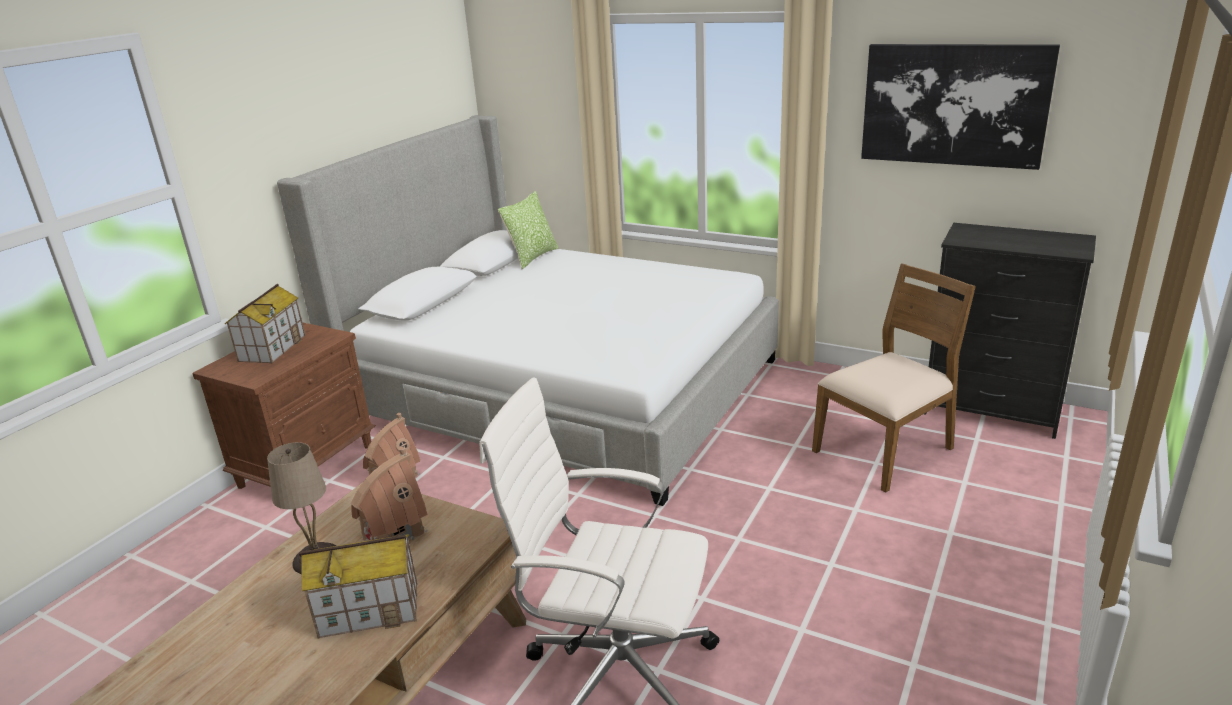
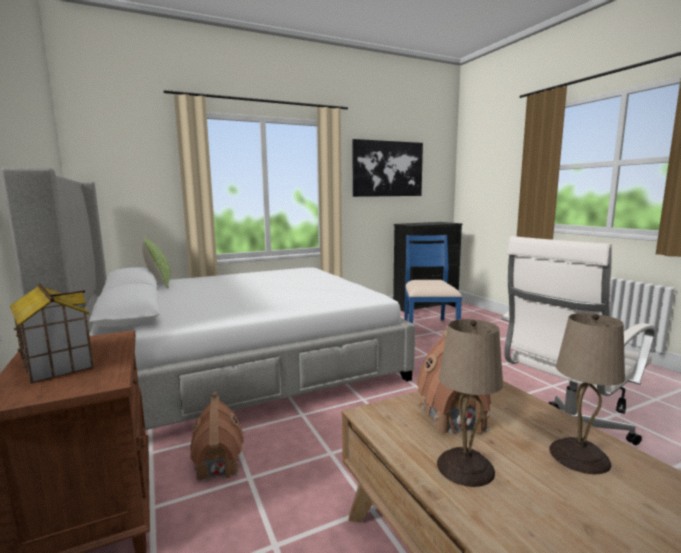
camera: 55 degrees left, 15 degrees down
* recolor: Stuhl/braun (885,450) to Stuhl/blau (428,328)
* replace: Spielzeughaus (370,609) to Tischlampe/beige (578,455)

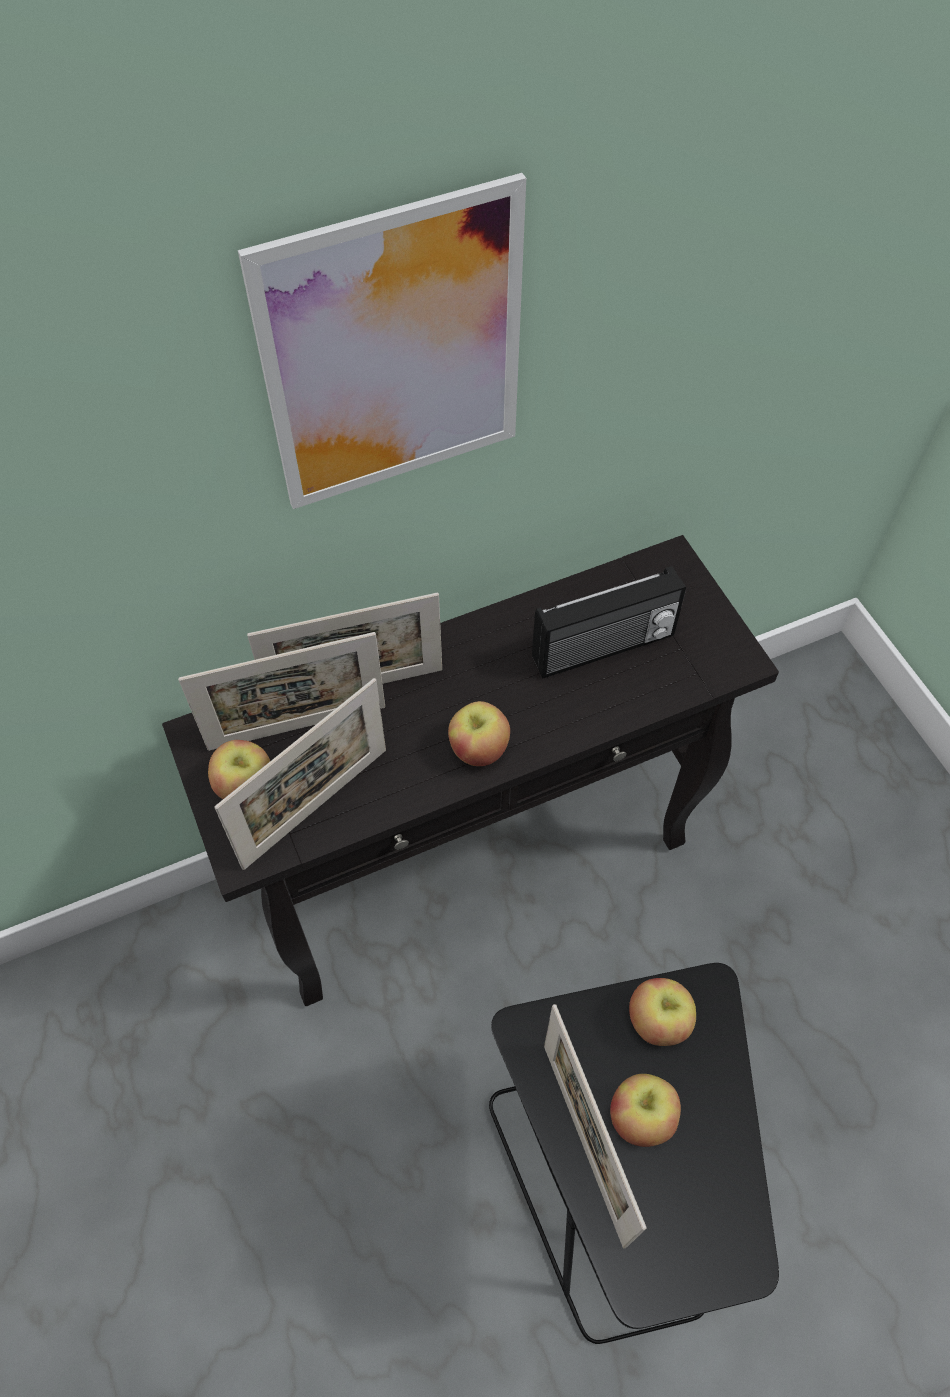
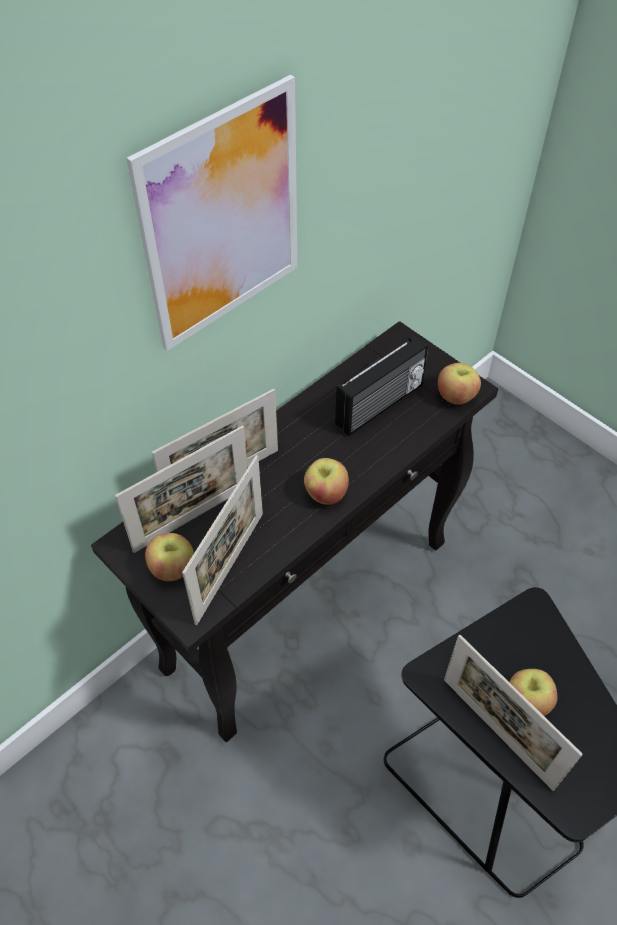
camera: 20 degrees left, 5 degrees down
* move: Apfel (658,1021) to (456,396)

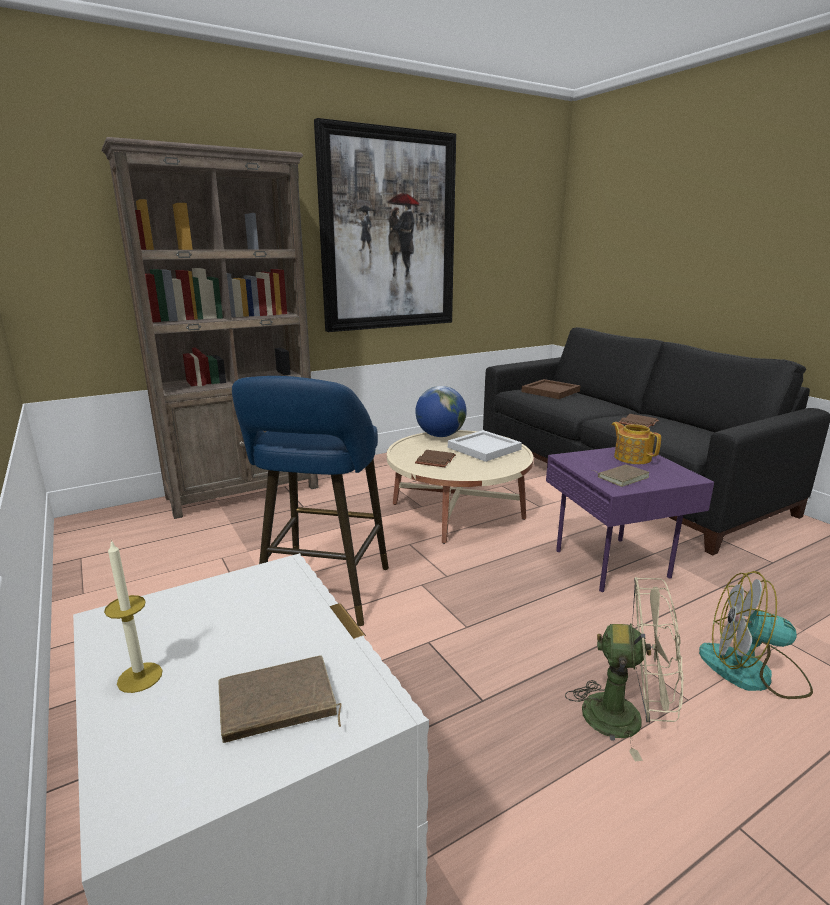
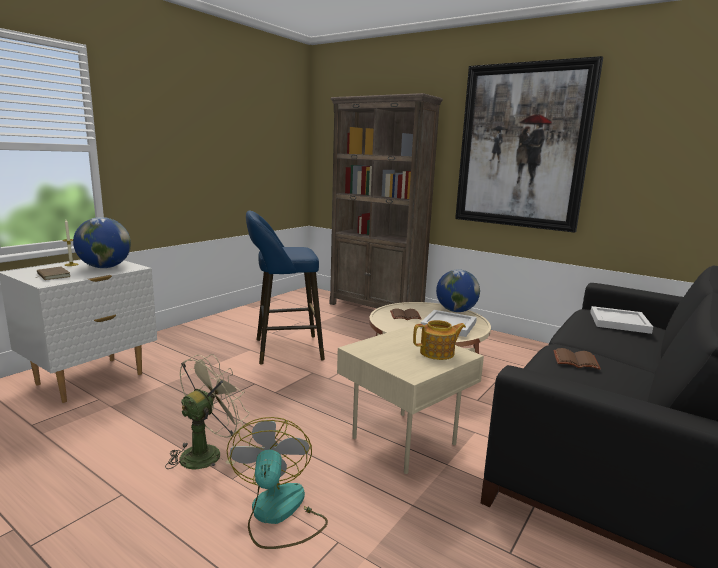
camera: 65 degrees right, 5 degrees down
* recolor: Tablett/braun (551,391) to Tablett/weiß (620,322)
* rotate: Teekanne (632,457) = (438,353) 45 degrees clockwise
* recolor: Beistelltisch/lila (615,564) to Beistelltisch/beige (404,443)
* delete: Buch/braun (621,477)
* rotate: Ventilator/beige (626,717) = (207,452) 135 degrees counterclockwise
* insert: Globus (105,267)

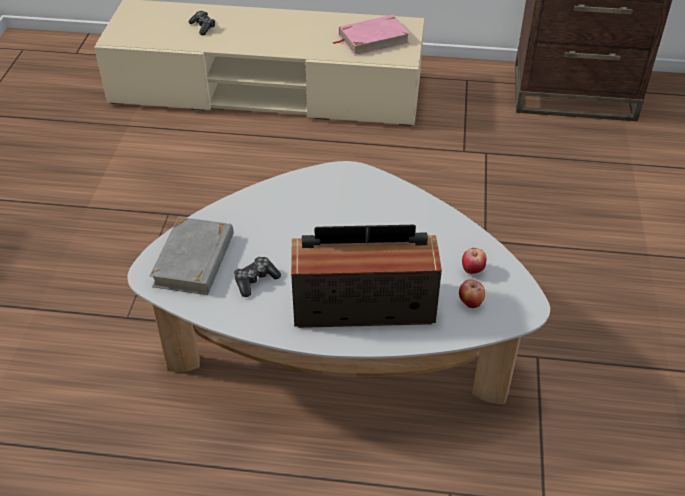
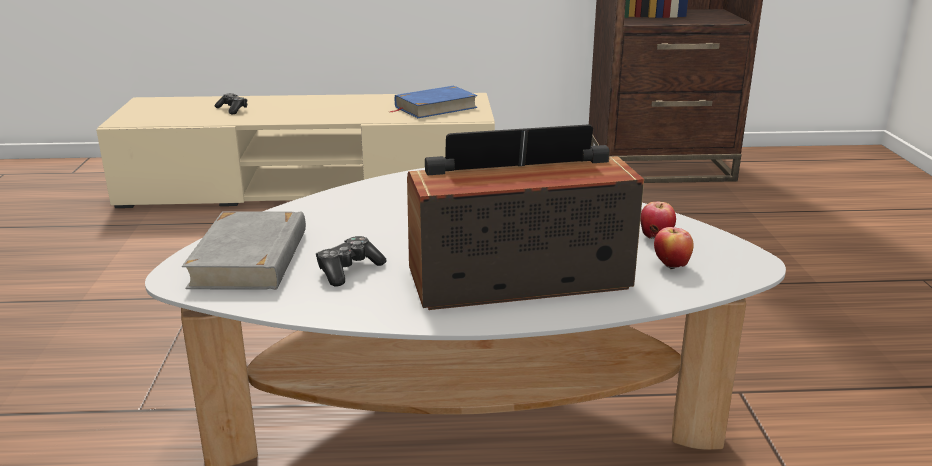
camera: 10 degrees left, 20 degrees down
* recolor: Buch/rosa (373,39) to Buch/blau (435,107)

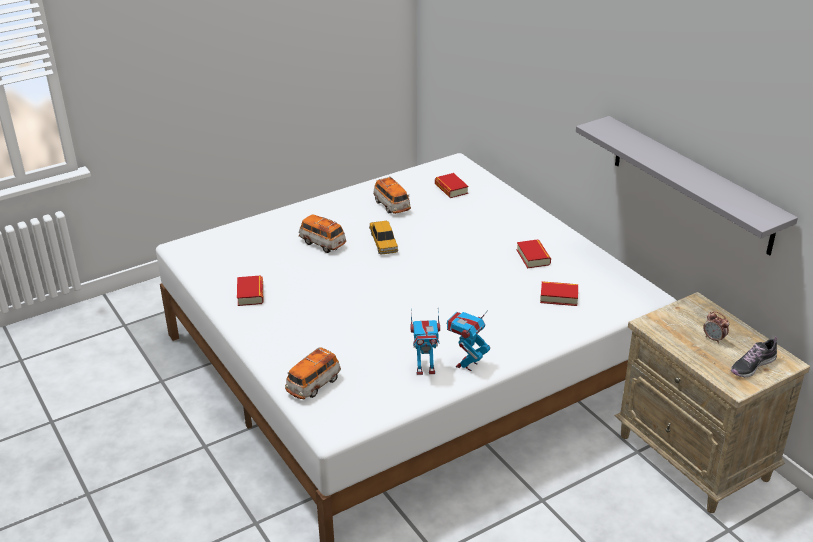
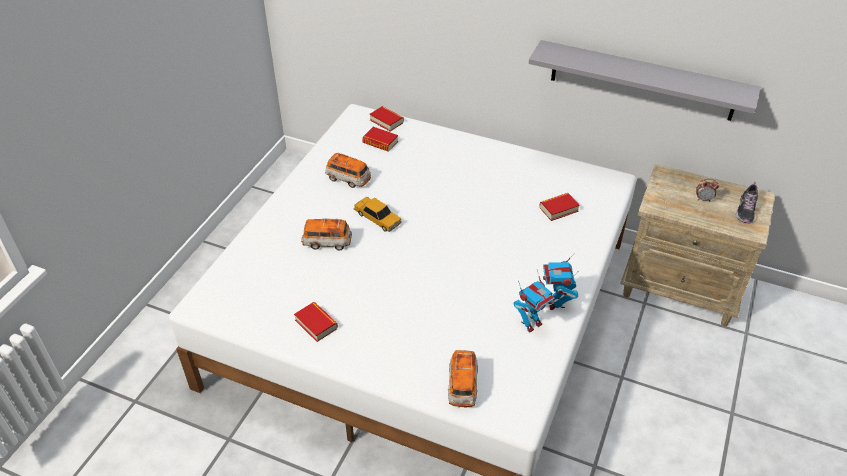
camera: 35 degrees left, 10 degrees up
* move: Buch (533,257) to (386,121)

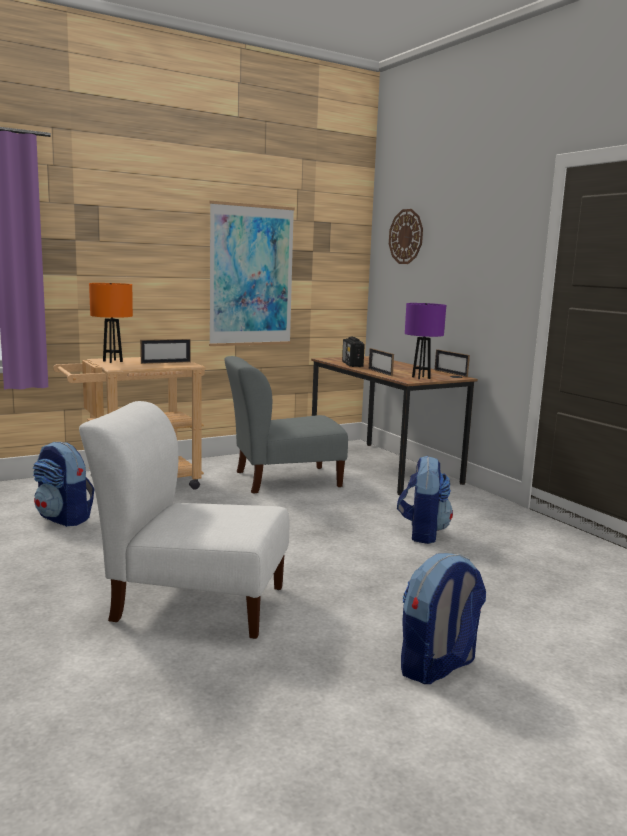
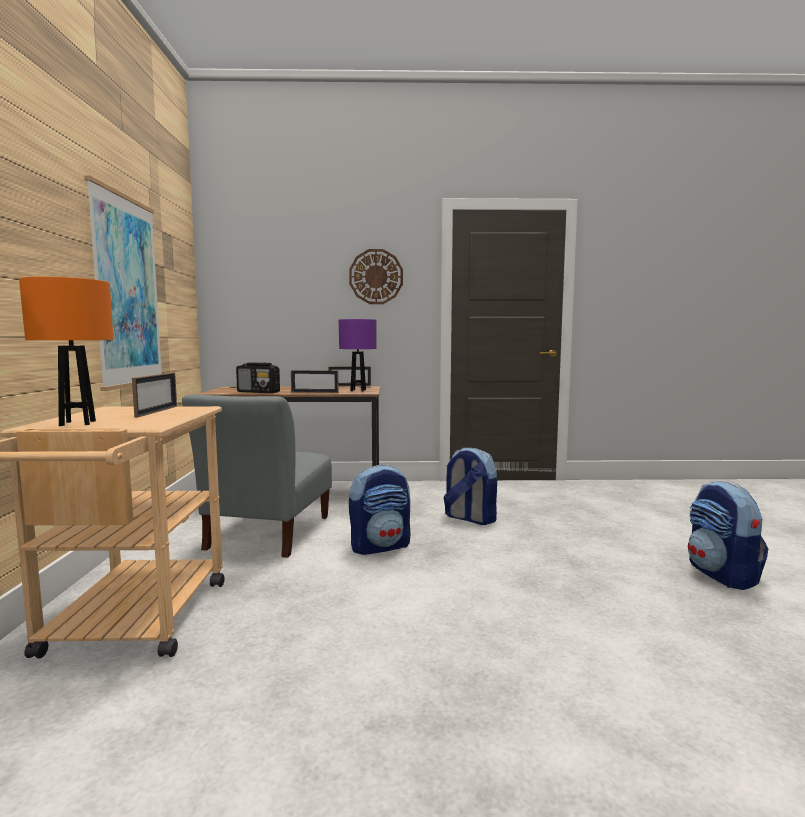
camera: 60 degrees left, 5 degrees down
* move: Wanduhr (406,236) to (376,276)
* delete: Stuhl/weiß (192,602)
* move: Rucksack (64,518) to (380,546)

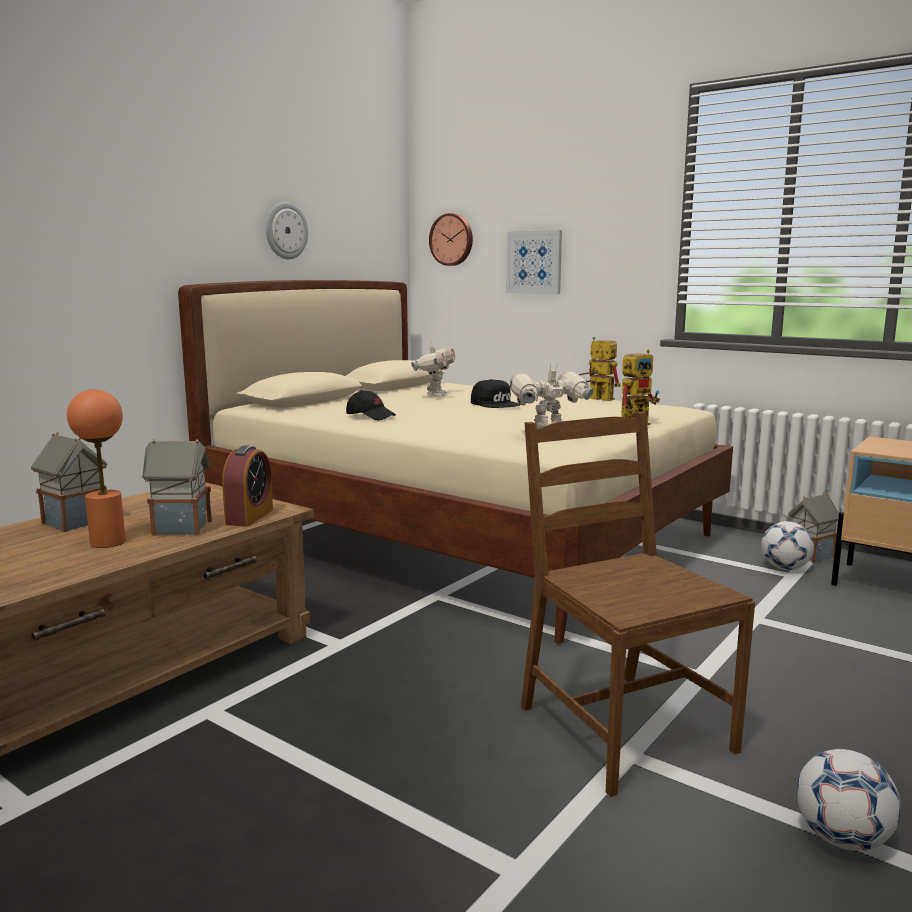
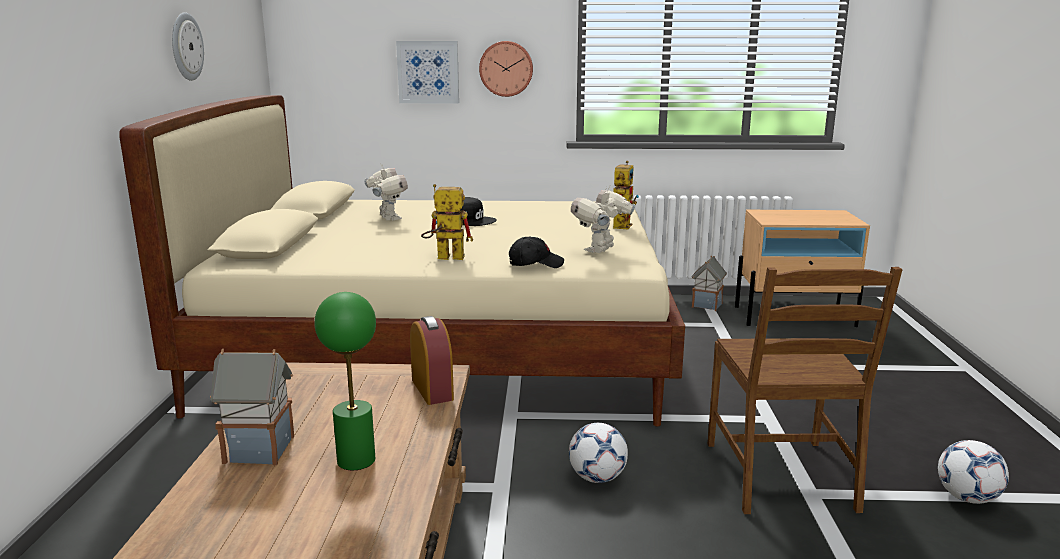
camera: 35 degrees left, 5 degrees up
* move: Wanduhr (452,239) to (506,68)
* move: Spielzeugroboter (596,399) to (444,258)
* recolor: Tischlampe/orange (108,542) to Tischlampe/grün (356,460)
* move: Kappe/schwarz (371,416) to (535,264)
* rotate: Stuhl/braun (621,728) = (782,476) 120 degrees counterclockwise
* delete: Spielzeughaus (180,528)
* move: Fußball (785,568) to (597,478)

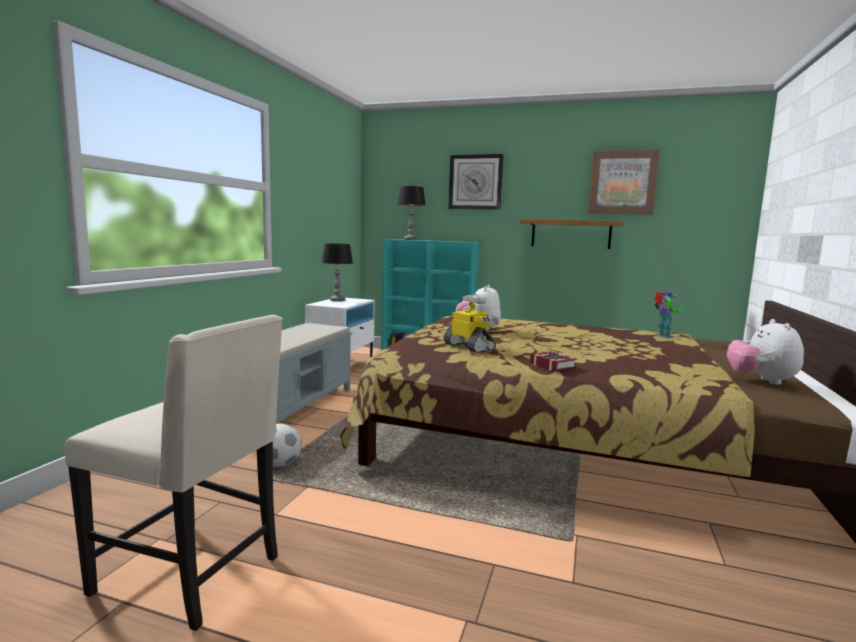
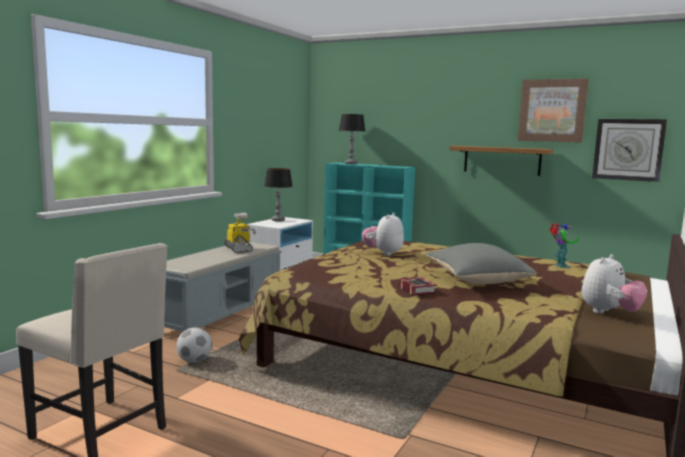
camera: 10 degrees right, 0 degrees up
* move: Wanduhr (475,182) to (628,149)
* move: Spielzeugroboter (470,347) to (239,249)
* rotate: Plüschtier (761,381) = (609,313) 150 degrees counterclockwise
* insert: Kissen/grau (475,281)

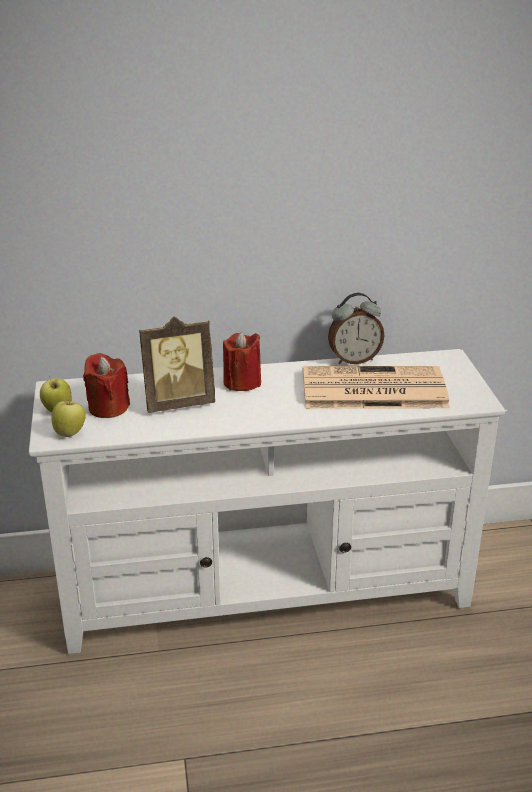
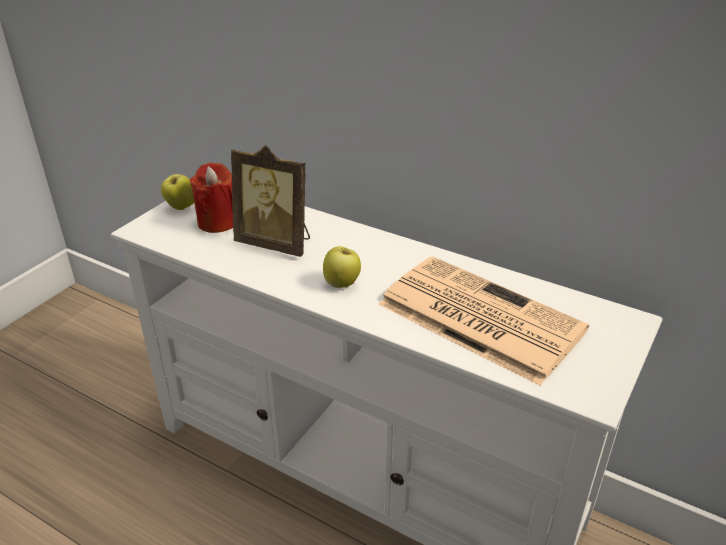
camera: 40 degrees right, 5 degrees up
* delete: Wecker (354,360)
* delete: Kerze/rot (242,382)
* move: Apfel (70,433) to (342,284)

